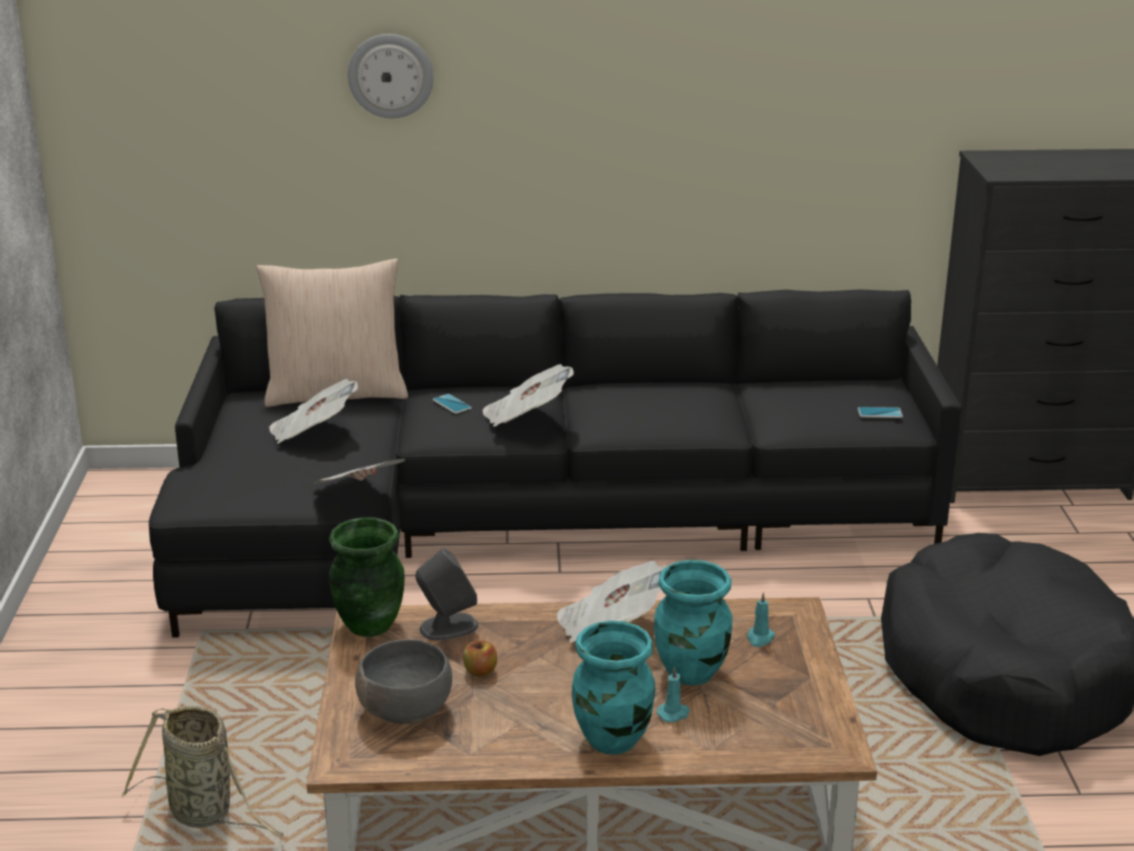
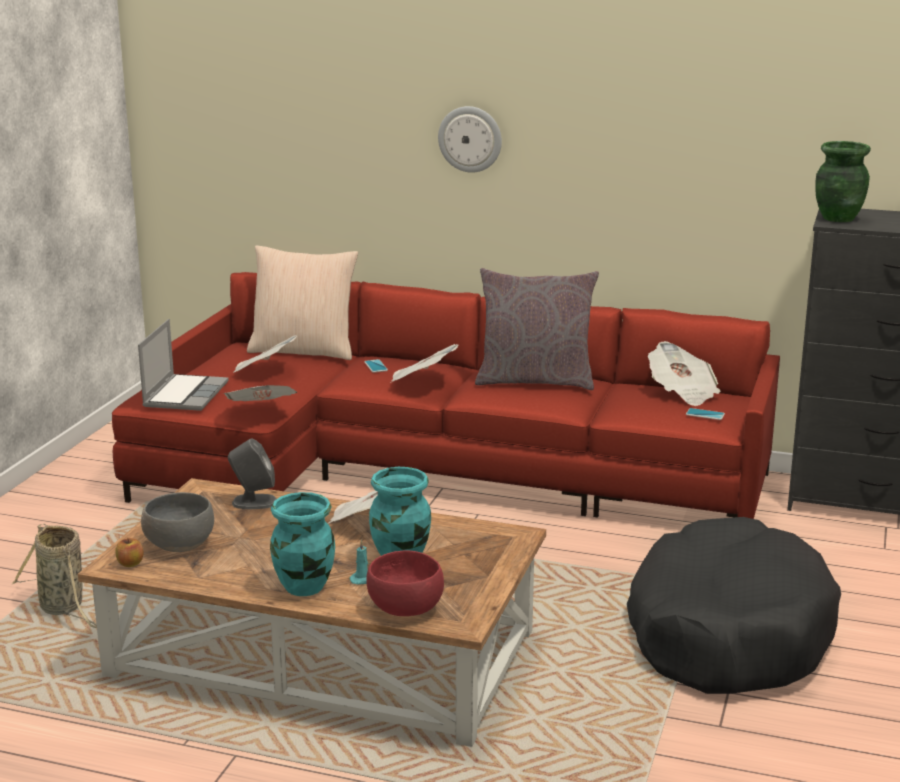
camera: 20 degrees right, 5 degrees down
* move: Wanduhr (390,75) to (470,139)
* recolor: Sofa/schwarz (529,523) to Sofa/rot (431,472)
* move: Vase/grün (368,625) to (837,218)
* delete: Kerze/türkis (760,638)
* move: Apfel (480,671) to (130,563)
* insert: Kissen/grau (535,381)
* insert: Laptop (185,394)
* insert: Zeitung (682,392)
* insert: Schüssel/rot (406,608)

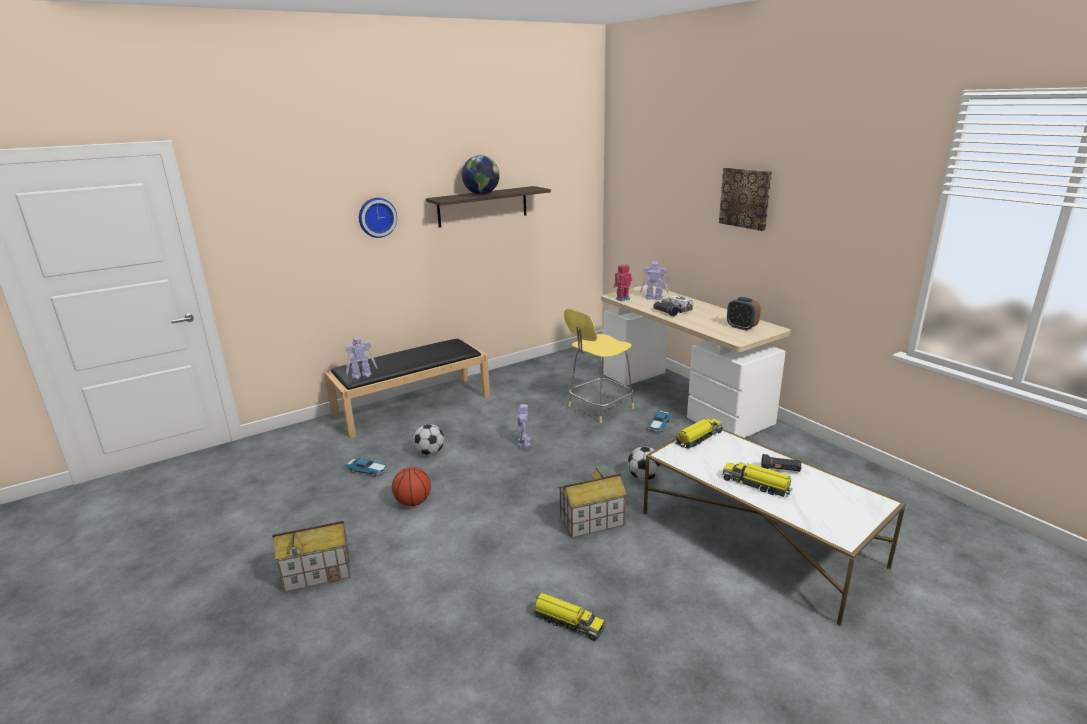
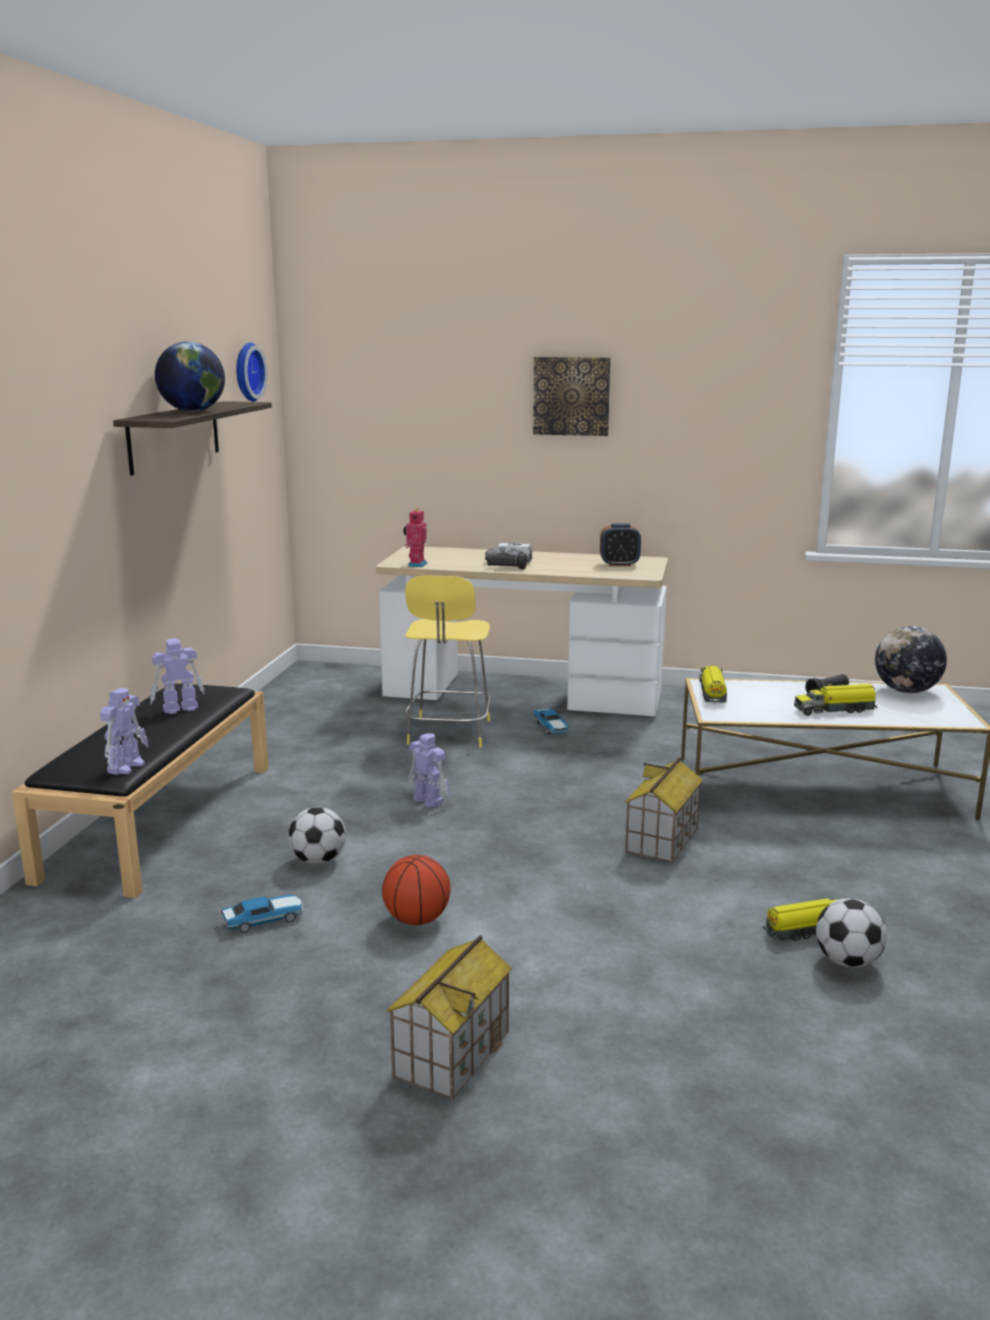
camera: 45 degrees left, 5 degrees down
* move: Wanduhr (377,217) to (246,372)
* move: Spielzeugroboter (653,298) to (179,708)
* move: Fußball (644,477) to (847,961)
* insert: Globus (906,691)

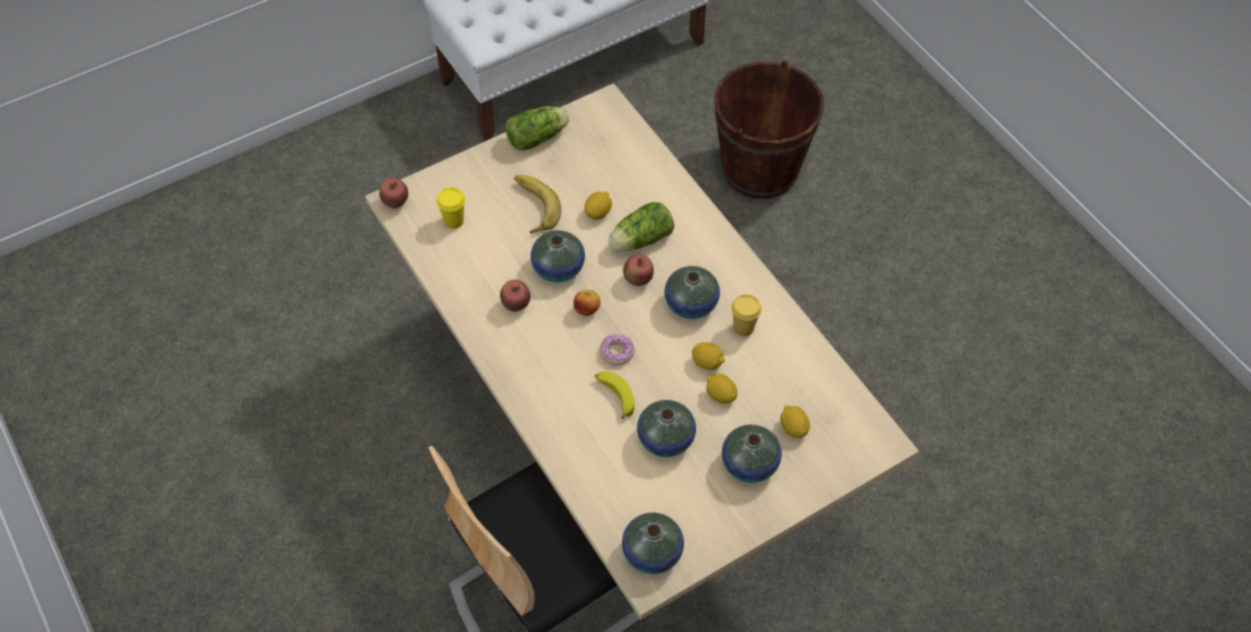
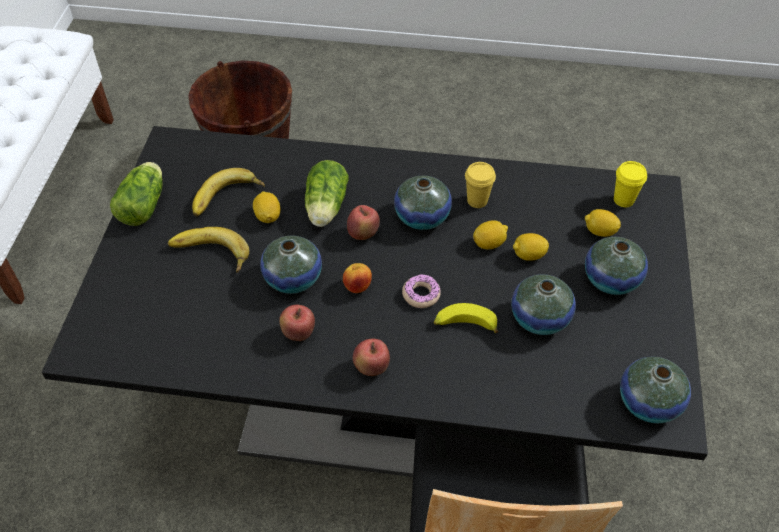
camera: 50 degrees left, 5 degrees down
* recolor: Esstisch/beige (624,439) to Esstisch/schwarz (389,405)
* move: Apfel (395,203) to (371,368)
* move: Tasse/gelb (454,221) to (623,200)
* insert: Banane (227,199)

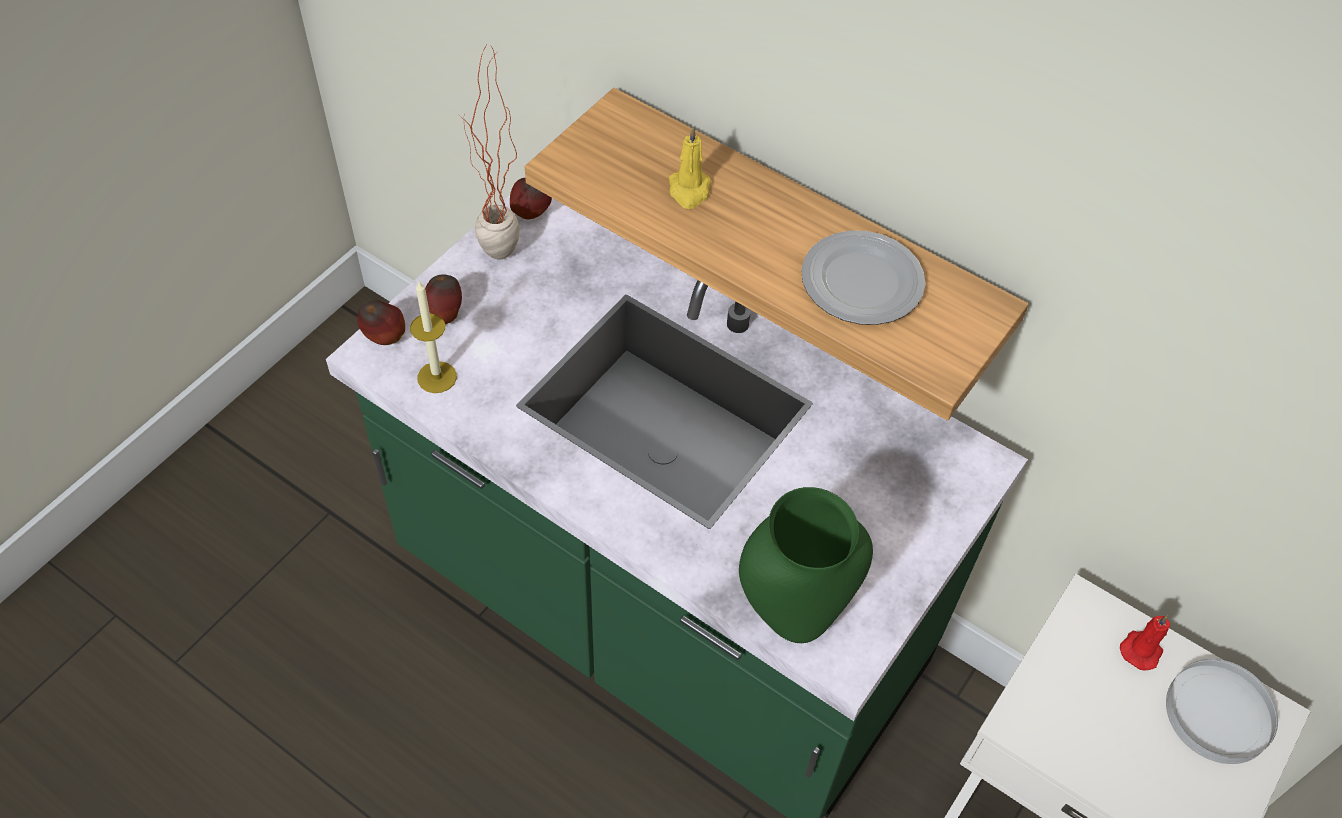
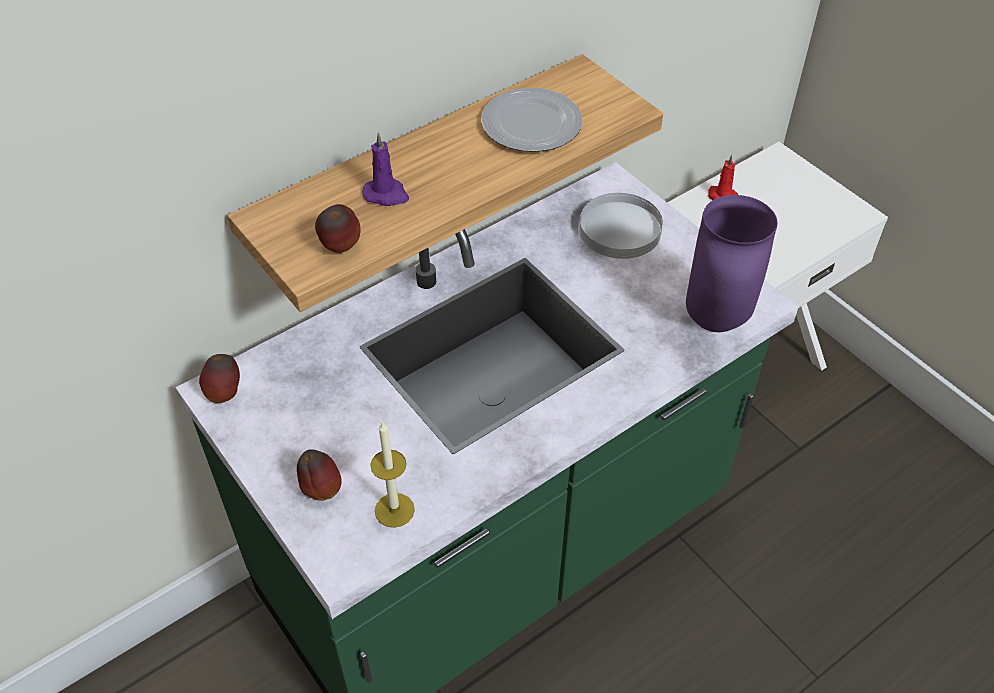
camera: 70 degrees left, 5 degrees down
* delete: Topfpflanze (500,263)
* recolor: Kerze/gelb (689,190) to Kerze/lila (386,194)
* move: Apfel (385,338) to (340,248)
* recolor: Vase/grün (792,614) to Vase/lila (713,320)
* move: Teller/weiß (1217,714) to (620,230)

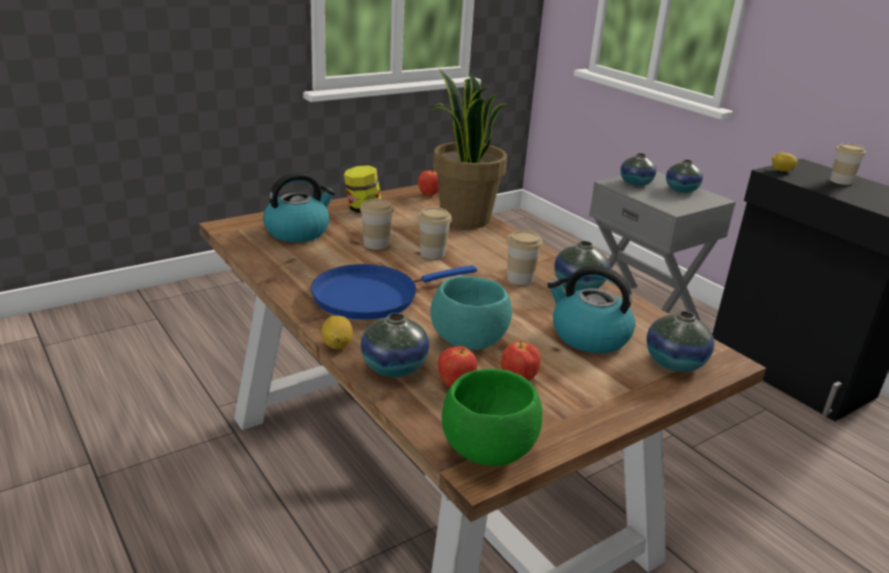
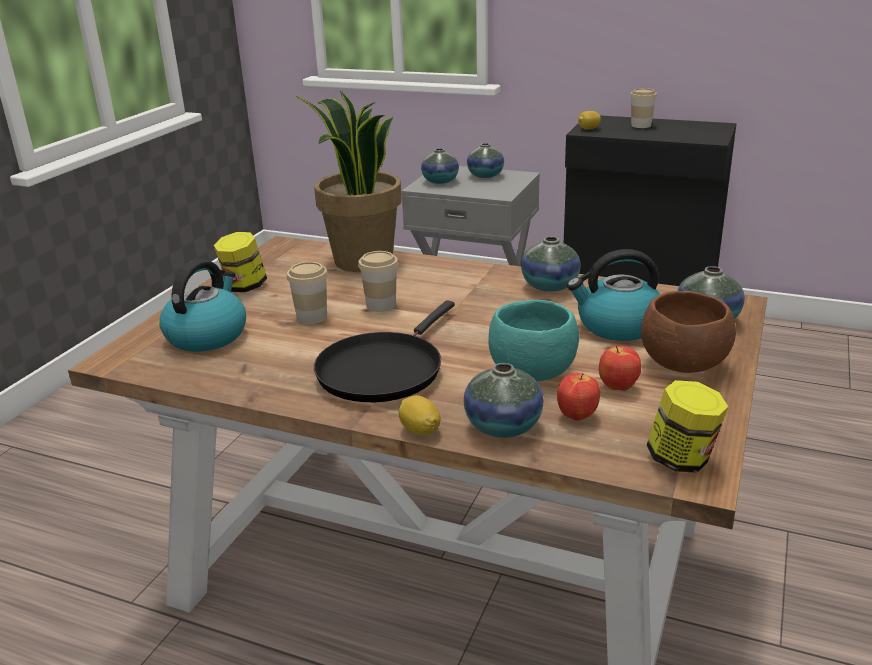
camera: 30 degrees left, 0 degrees up
* delete: Apfel (429,194)
* delete: Tasse (520,279)
* recolor: Pfanne/blau (371,296) to Pfanne/schwarz (383,369)
* replace: Schüssel/grün (487,451) to Vorratsglas (682,459)
* insert: Schüssel/braun (682,365)

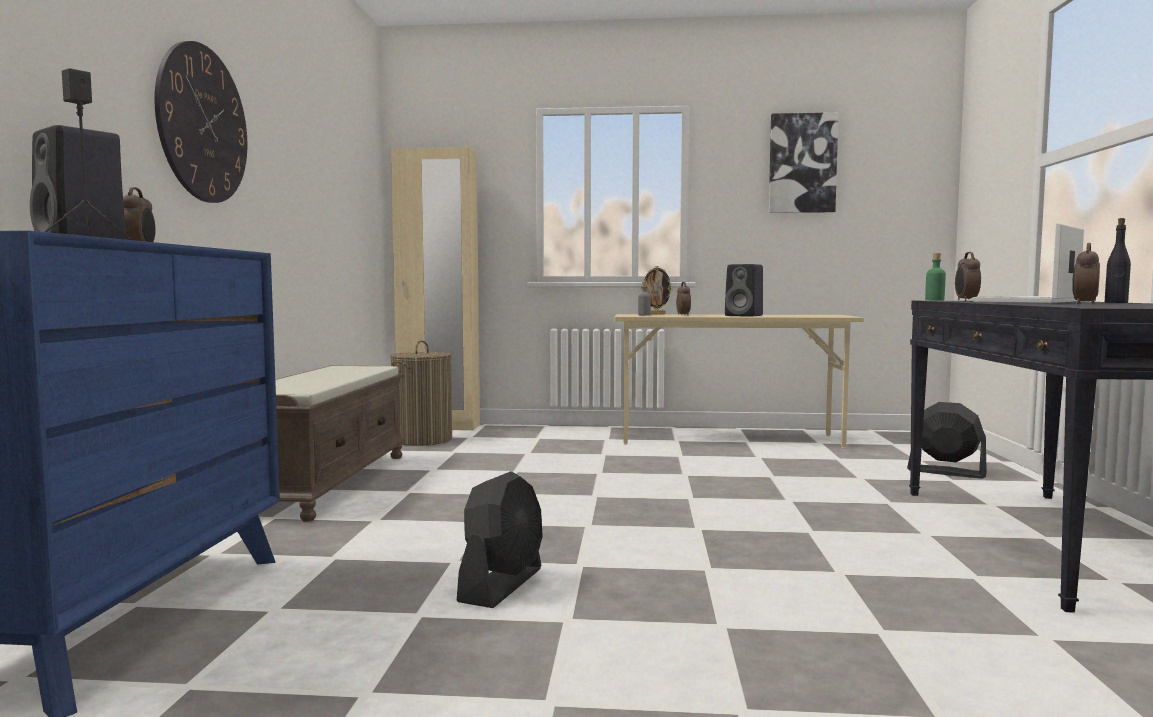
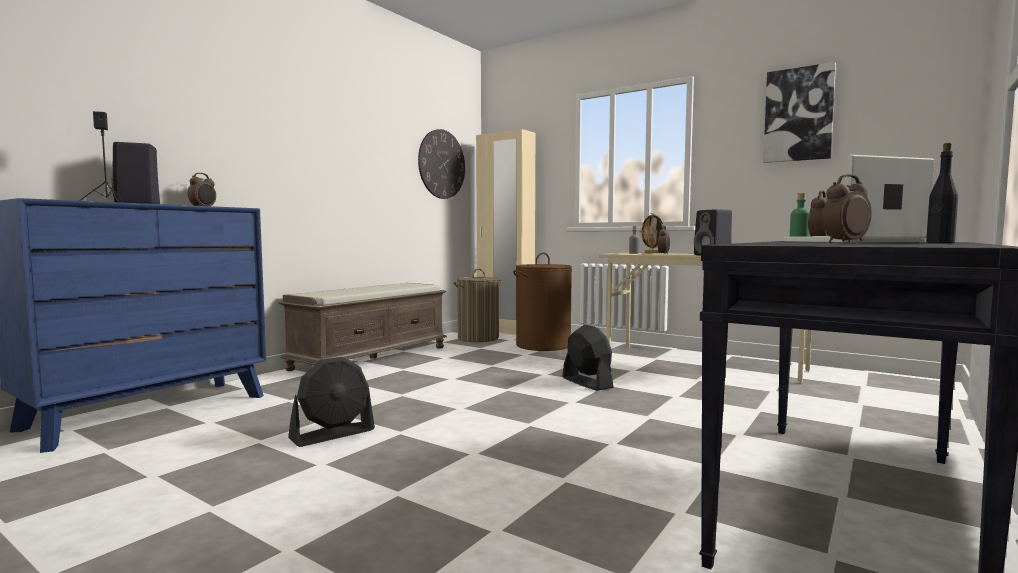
camera: 30 degrees right, 0 degrees up
* move: Wanduhr (203,124) to (442,164)
* move: Ventilator/schwarz (946,472) to (587,382)
* insert: Wäschekorb/braun (543,345)

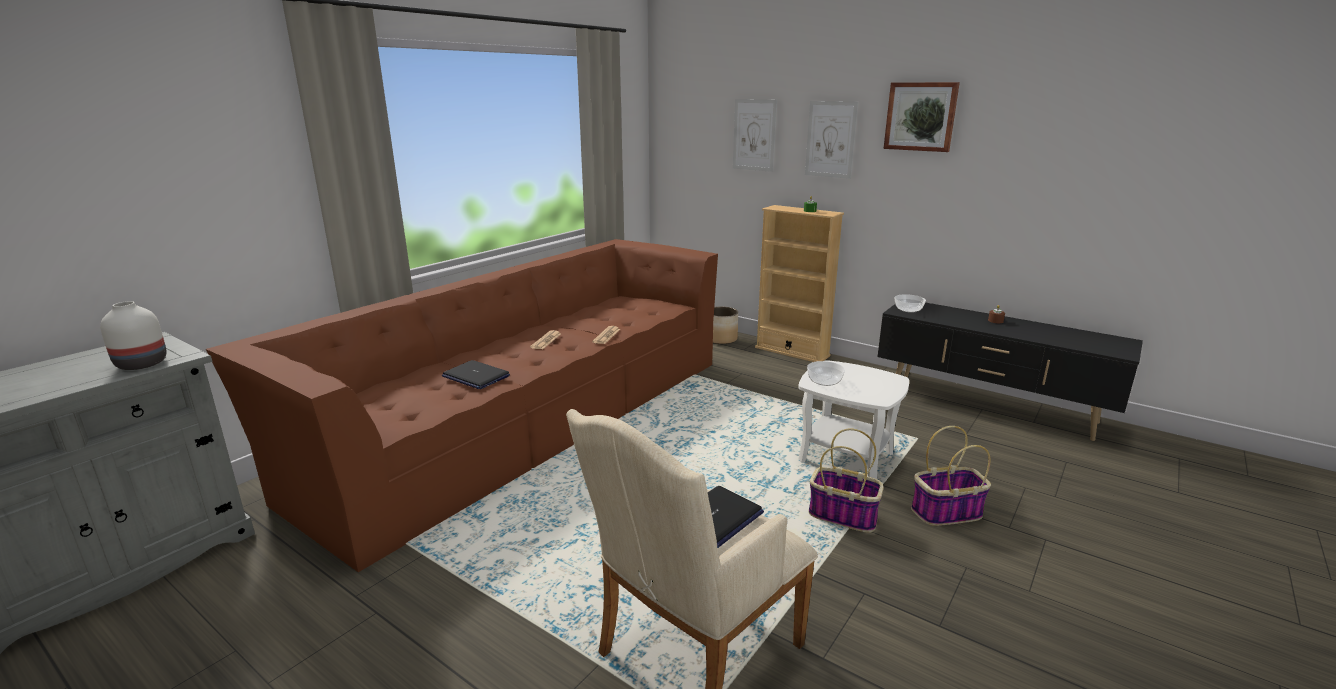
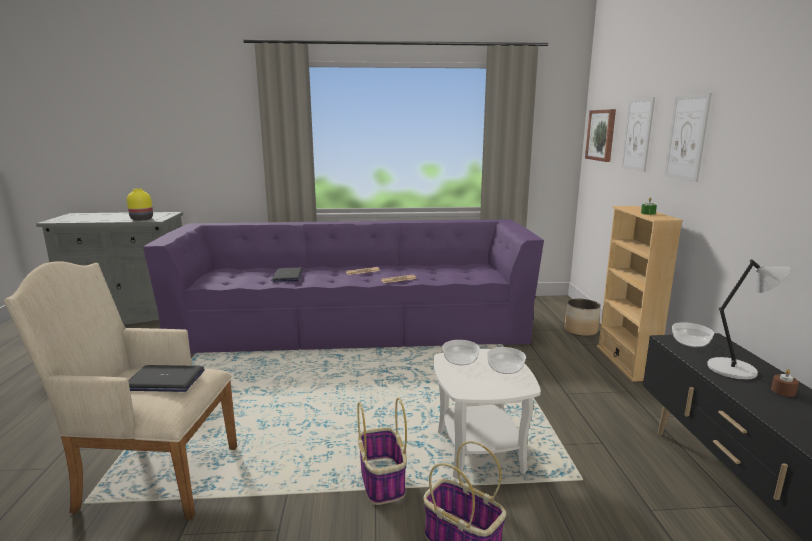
camera: 50 degrees right, 5 degrees down
* move: Bild (921,116) to (601,135)
* recolor: Sofa/braun (527,418) to Sofa/lila (353,325)
* recolor: Vase/weiß (142,364) to Vase/gelb (141,219)
* insert: Tischlampe/grau (735,370)
* insert: Schüssel (506,368)

